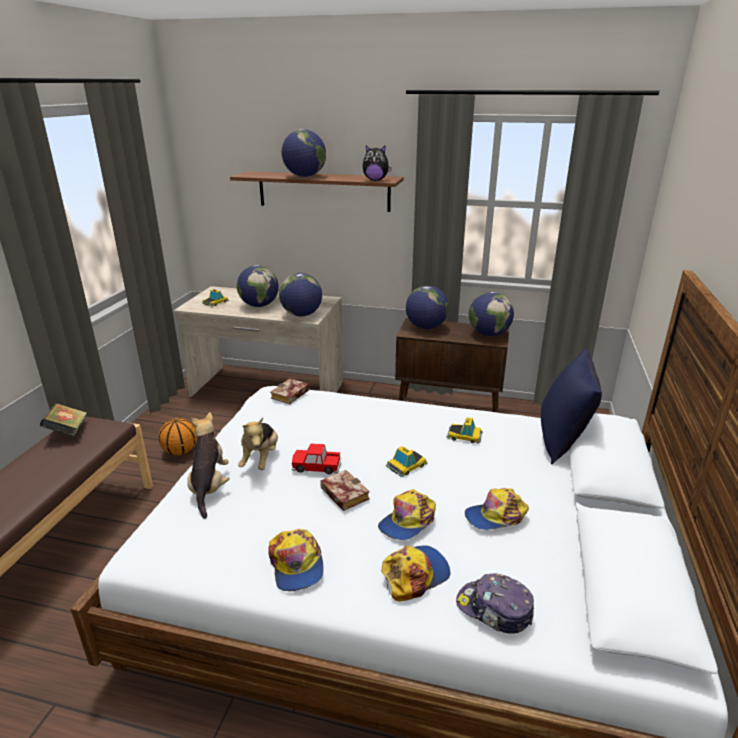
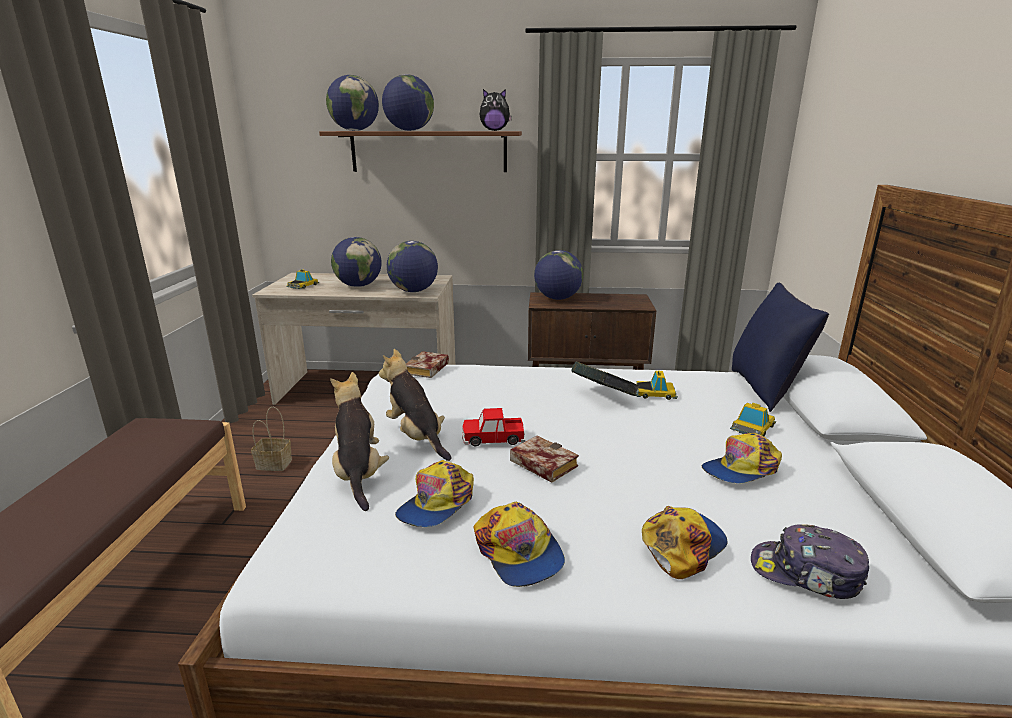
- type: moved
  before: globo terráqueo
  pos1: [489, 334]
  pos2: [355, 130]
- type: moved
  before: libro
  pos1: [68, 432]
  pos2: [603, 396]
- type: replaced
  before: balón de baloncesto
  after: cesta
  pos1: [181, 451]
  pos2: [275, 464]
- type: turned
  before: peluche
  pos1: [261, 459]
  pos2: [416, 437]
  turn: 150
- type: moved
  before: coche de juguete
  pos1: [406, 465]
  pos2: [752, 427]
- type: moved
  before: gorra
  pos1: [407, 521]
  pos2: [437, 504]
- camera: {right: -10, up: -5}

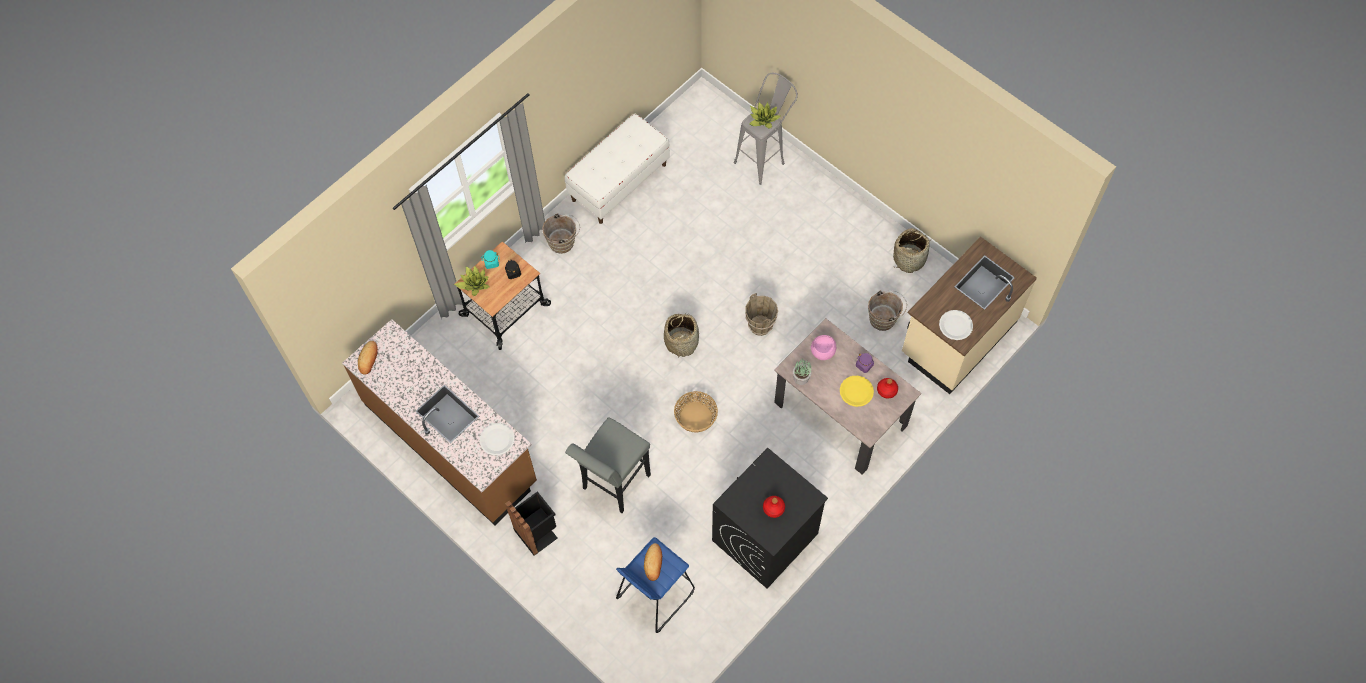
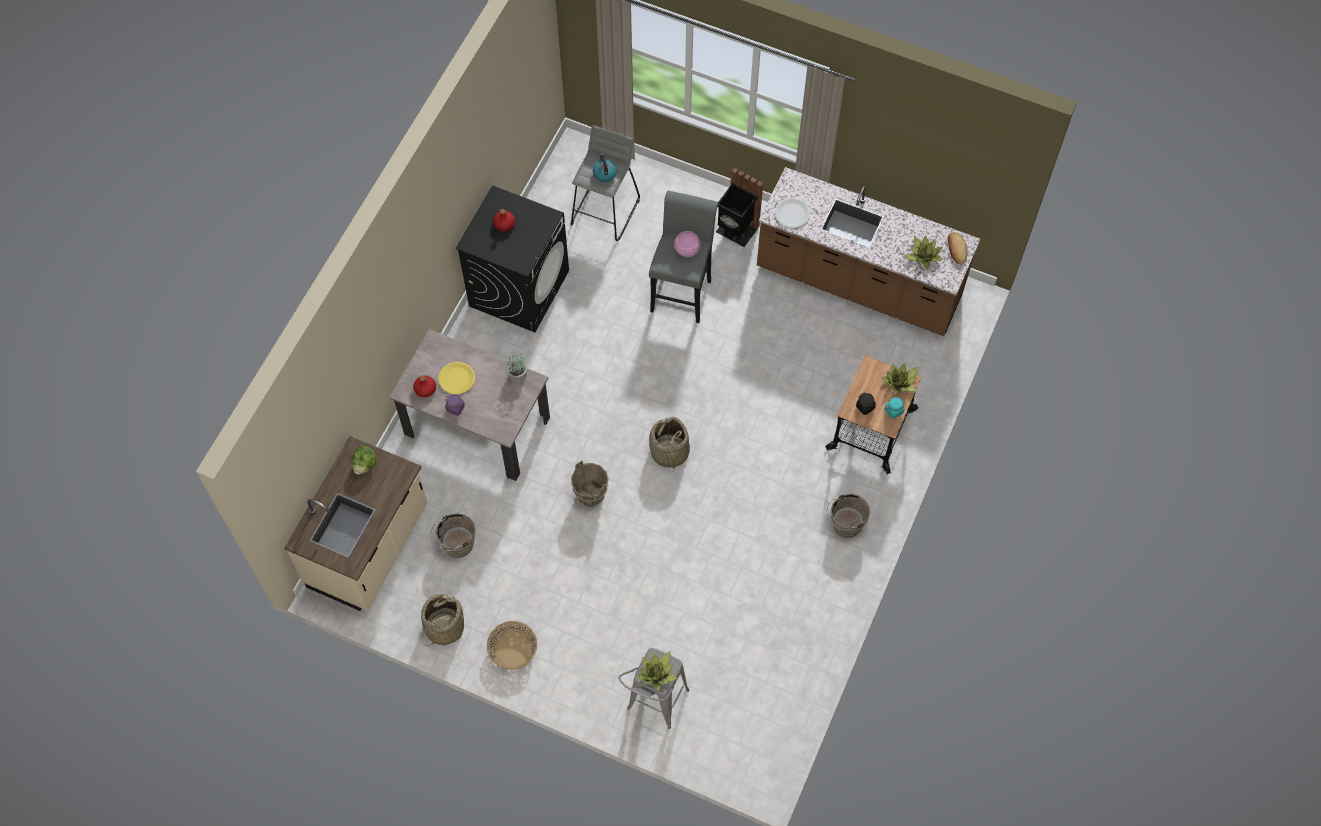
- type: removed
  before: banco (blanco)
  pos1: [619, 182]
- type: replaced
  before: plato (blanco)
  after: lechuga
  pos1: [955, 325]
  pos2: [365, 465]
- type: moved
  before: cuenco (rosa)
  pos1: [822, 351]
  pos2: [687, 249]
- type: moved
  before: cesta
  pos1: [695, 417]
  pos2: [513, 650]
- type: recoloured
  before: taburete (azul)
  after: taburete (gris)
  pos1: [655, 594]
  pos2: [605, 211]
- type: replaced
  before: pan
  after: hervidor
  pos1: [653, 563]
  pos2: [604, 173]
- type: added
  after: planta en maceta
  pos2: [923, 256]
- camera: {right: 160, up: 0}

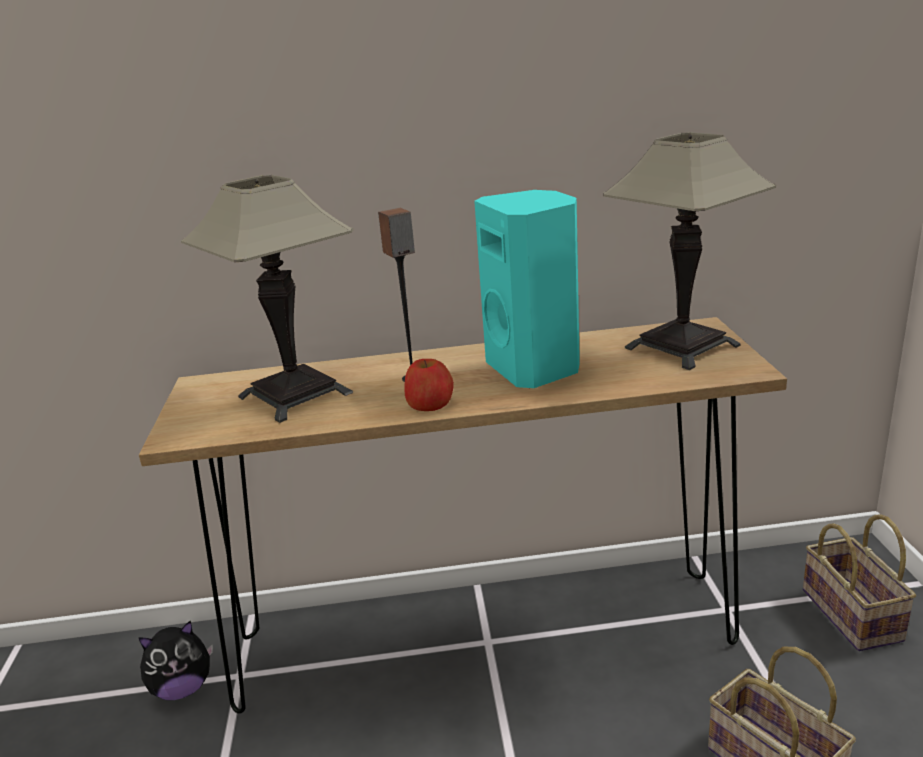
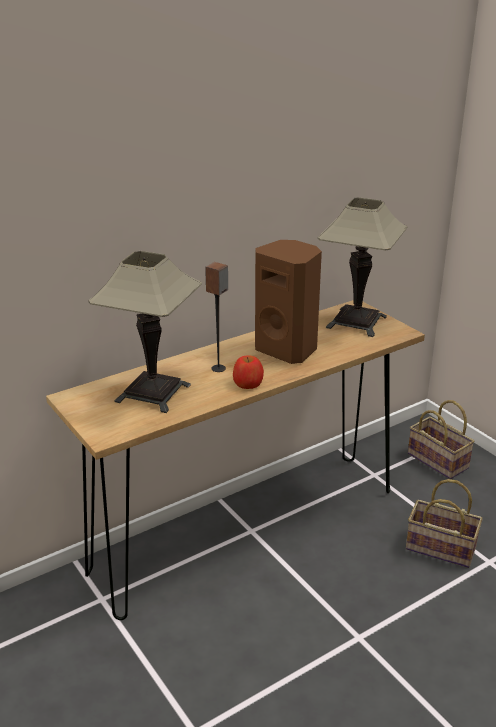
- type: recoloured
  before: altavoz (turquesa)
  after: altavoz (marrón)
  pos1: [535, 369]
  pos2: [287, 350]
- type: removed
  before: peluche
  pos1: [183, 688]
- camera: {right: -30, up: 5}

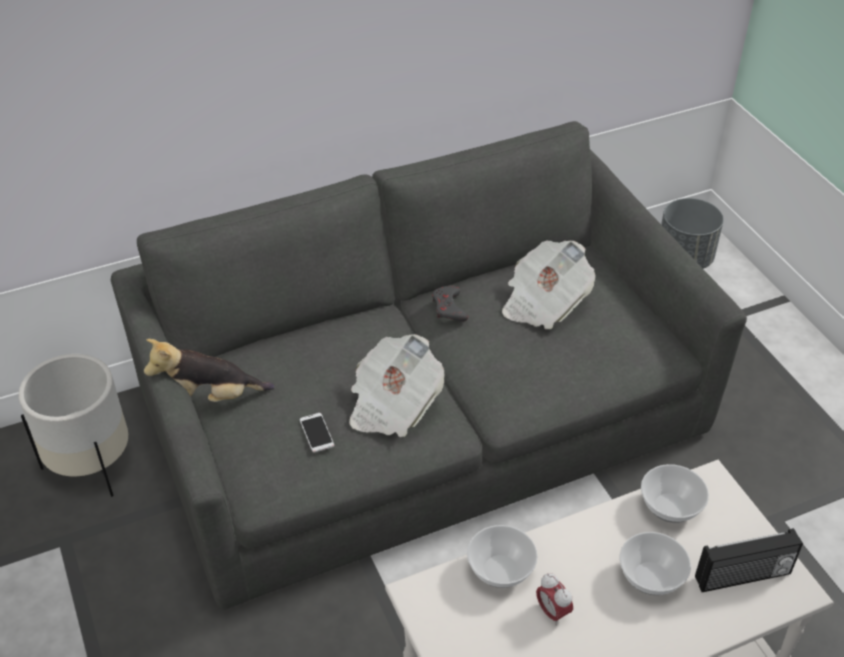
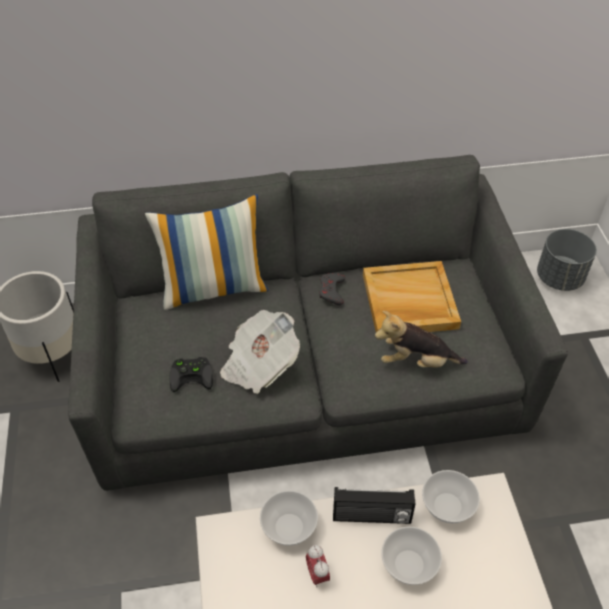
- type: replaced
  before: periódico
  after: bandeja (beis)
  pos1: [543, 302]
  pos2: [409, 302]
- type: moved
  before: peluche
  pos1: [211, 398]
  pos2: [416, 361]
- type: replaced
  before: móvil
  after: mando de consola (negro)
  pos1: [316, 433]
  pos2: [193, 375]
- type: moved
  before: radio
  pos1: [743, 577]
  pos2: [371, 517]
- type: added
  after: cojín
  pos2: [214, 287]
- camera: {right: 15, up: 5}

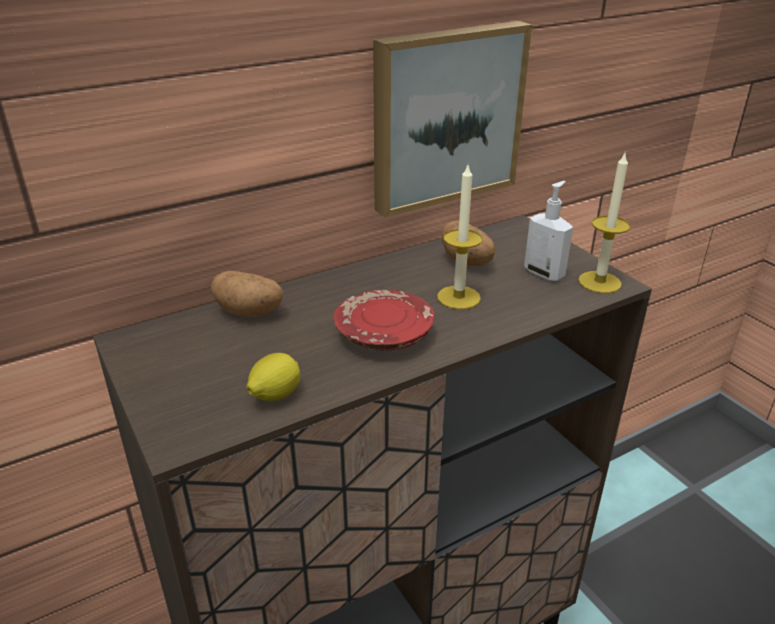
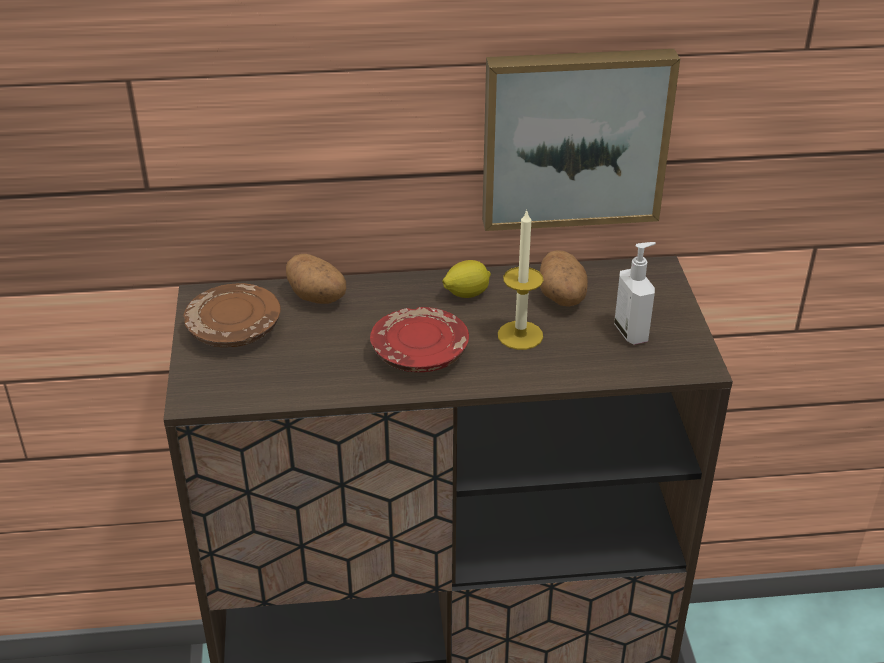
- type: removed
  before: vela
  pos1: [599, 282]
- type: moved
  before: limón
  pos1: [275, 395]
  pos2: [466, 294]
- type: added
  after: plato (marrón)
  pos2: [234, 330]
- camera: {right: 25, up: 5}

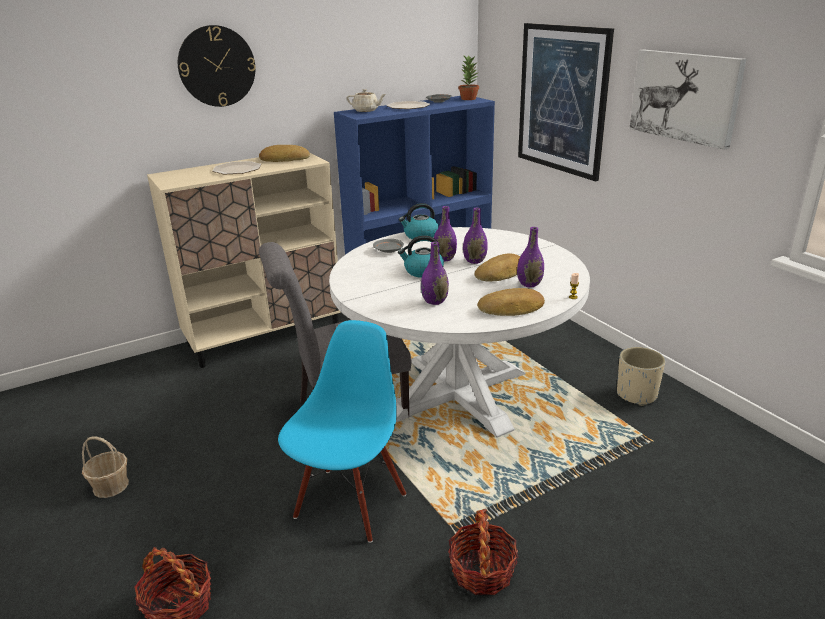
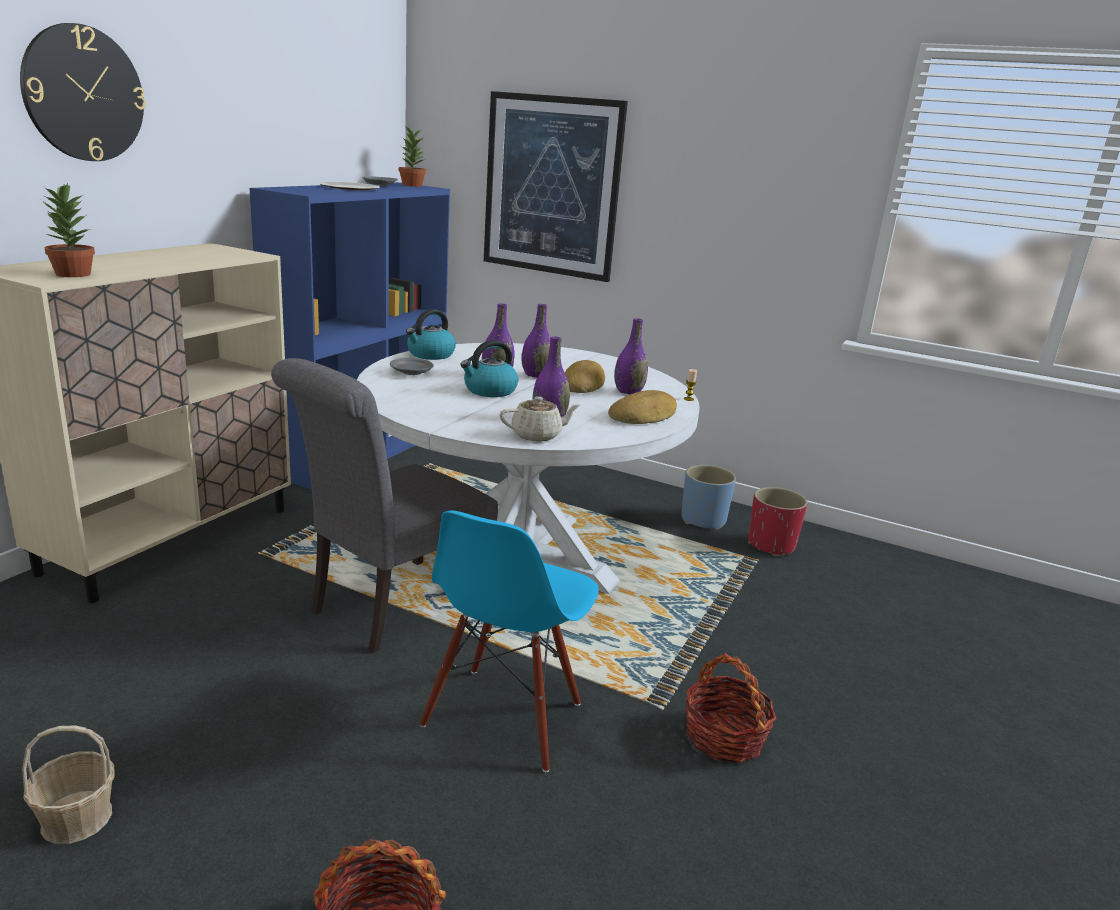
- type: removed
  before: cuadro
  pos1: [685, 96]
- type: moved
  before: tetera (beis)
  pos1: [366, 110]
  pos2: [537, 435]
- type: removed
  before: pan
  pos1: [284, 159]
- type: removed
  before: plato
  pos1: [237, 169]
- type: turned
  before: silla (azul)
  pos1: [349, 504]
  pos2: [504, 717]
  turn: -150
- type: recoloured
  before: maceta (beis)
  after: maceta (azul)
  pos1: [637, 395]
  pos2: [703, 520]
- type: added
  after: planta en maceta
  pos2: [72, 274]
- type: added
  after: maceta (rojo)
  pos2: [771, 545]
- camera: {right: -35, up: -5}

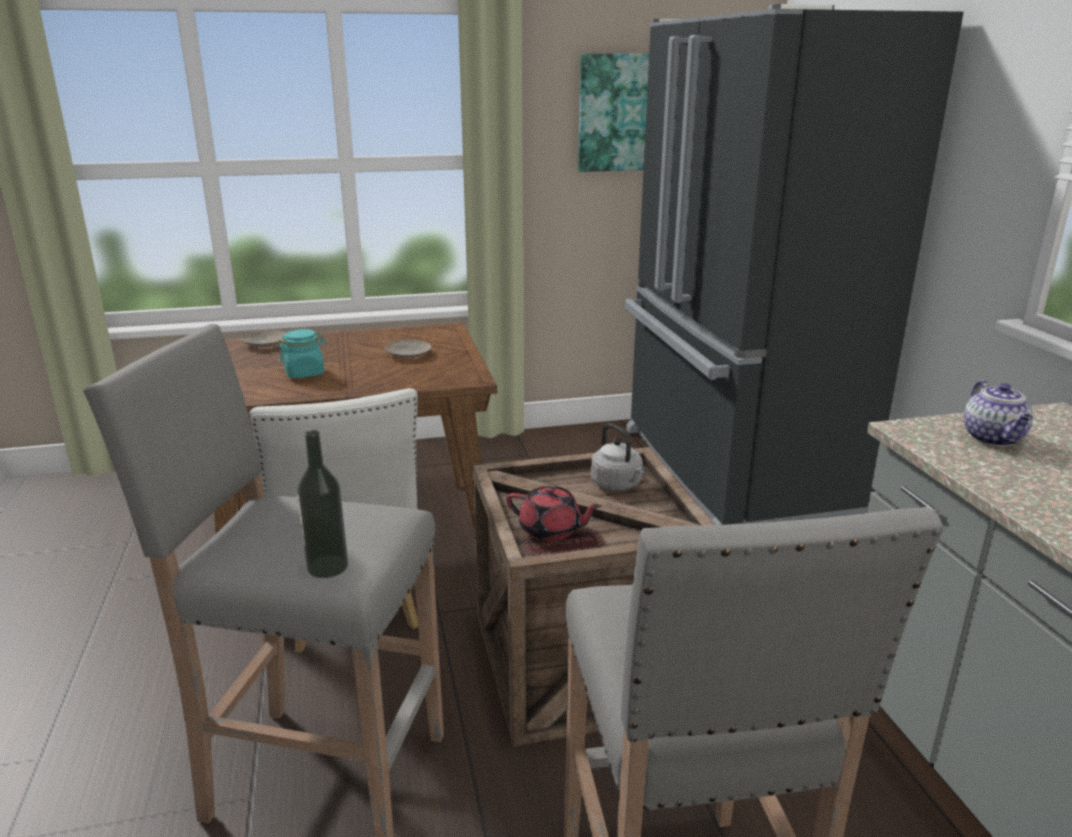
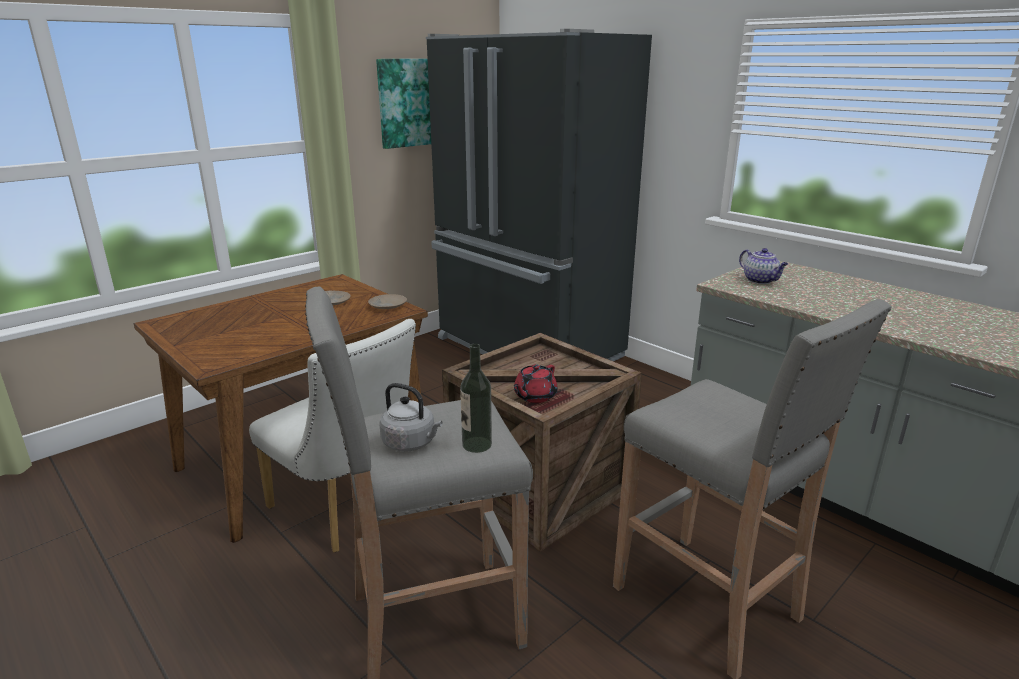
- type: removed
  before: tarro (turquesa)
  pos1: [305, 373]
- type: moved
  before: plato (beis)
  pos1: [266, 344]
  pos2: [387, 306]
- type: moved
  before: hervidor (gris)
  pos1: [618, 485]
  pos2: [411, 443]
- type: turned
  before: tetera (rojo)
  pos1: [551, 530]
  pos2: [534, 396]
  turn: 135
- camera: {right: -30, up: 0}

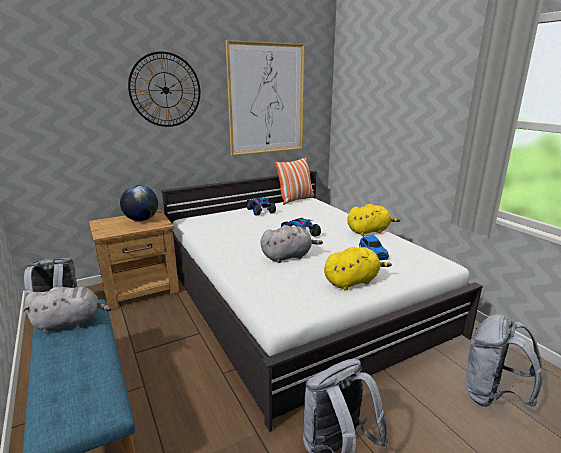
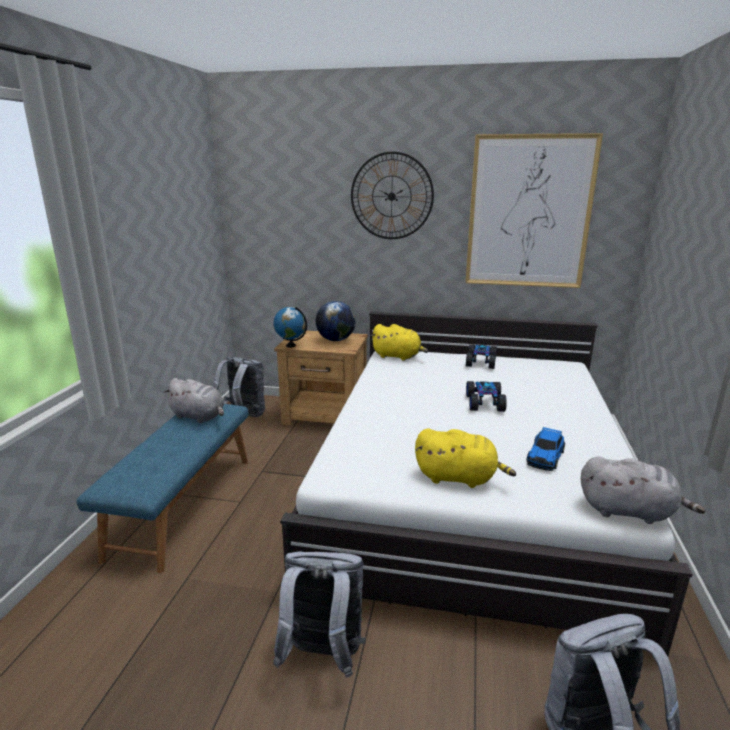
- type: removed
  before: cojín
  pos1: [295, 199]
- type: moved
  before: peluche (amarillo)
  pos1: [369, 231]
  pos2: [398, 356]
- type: moved
  before: peluche (gris)
  pos1: [288, 256]
  pos2: [629, 511]
- type: added
  after: globo terráqueo
  pos2: [291, 345]
- camera: {right: 40, up: 0}

